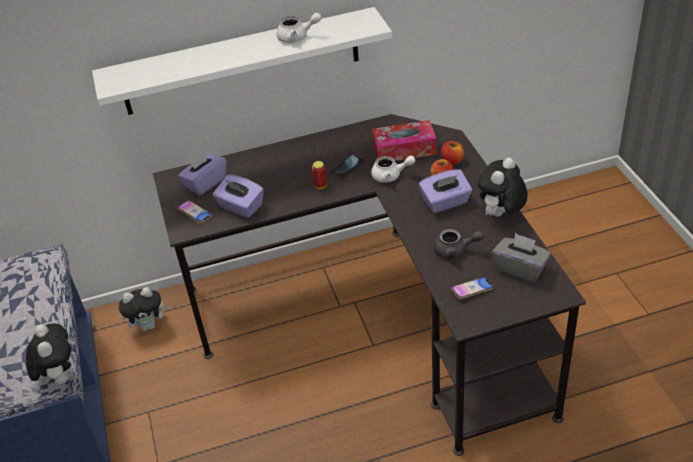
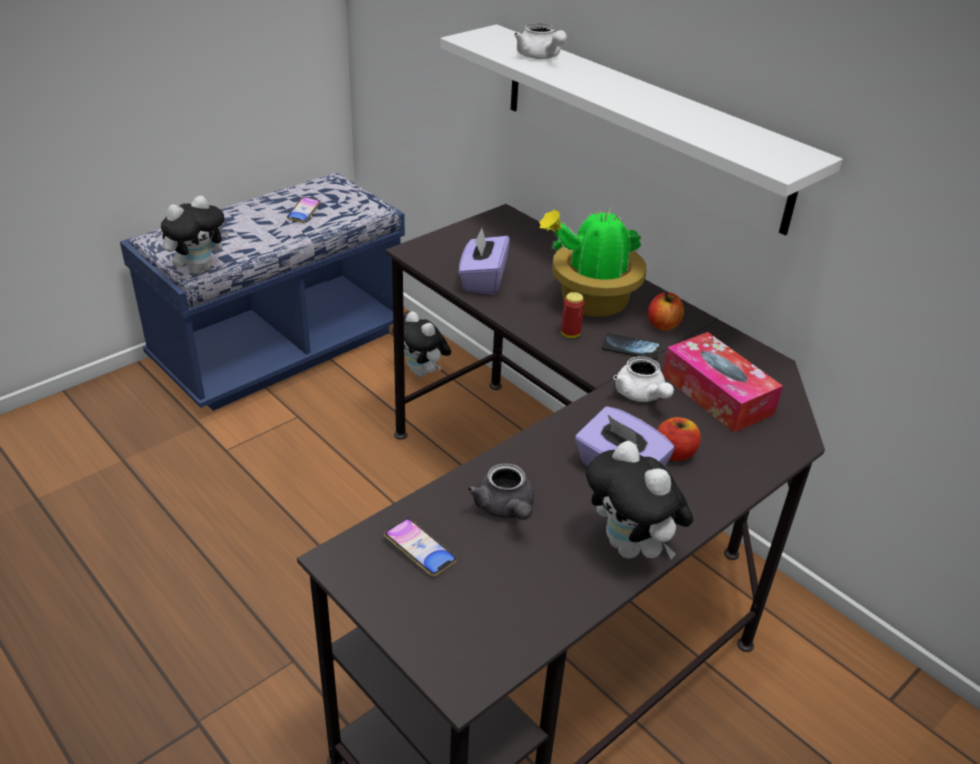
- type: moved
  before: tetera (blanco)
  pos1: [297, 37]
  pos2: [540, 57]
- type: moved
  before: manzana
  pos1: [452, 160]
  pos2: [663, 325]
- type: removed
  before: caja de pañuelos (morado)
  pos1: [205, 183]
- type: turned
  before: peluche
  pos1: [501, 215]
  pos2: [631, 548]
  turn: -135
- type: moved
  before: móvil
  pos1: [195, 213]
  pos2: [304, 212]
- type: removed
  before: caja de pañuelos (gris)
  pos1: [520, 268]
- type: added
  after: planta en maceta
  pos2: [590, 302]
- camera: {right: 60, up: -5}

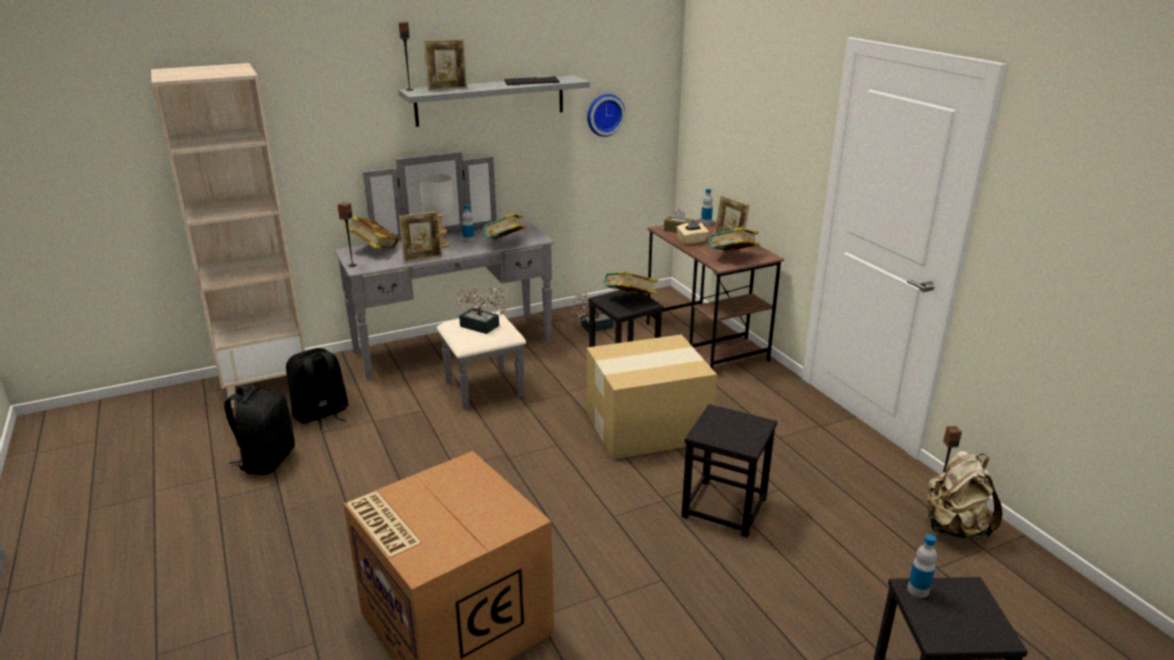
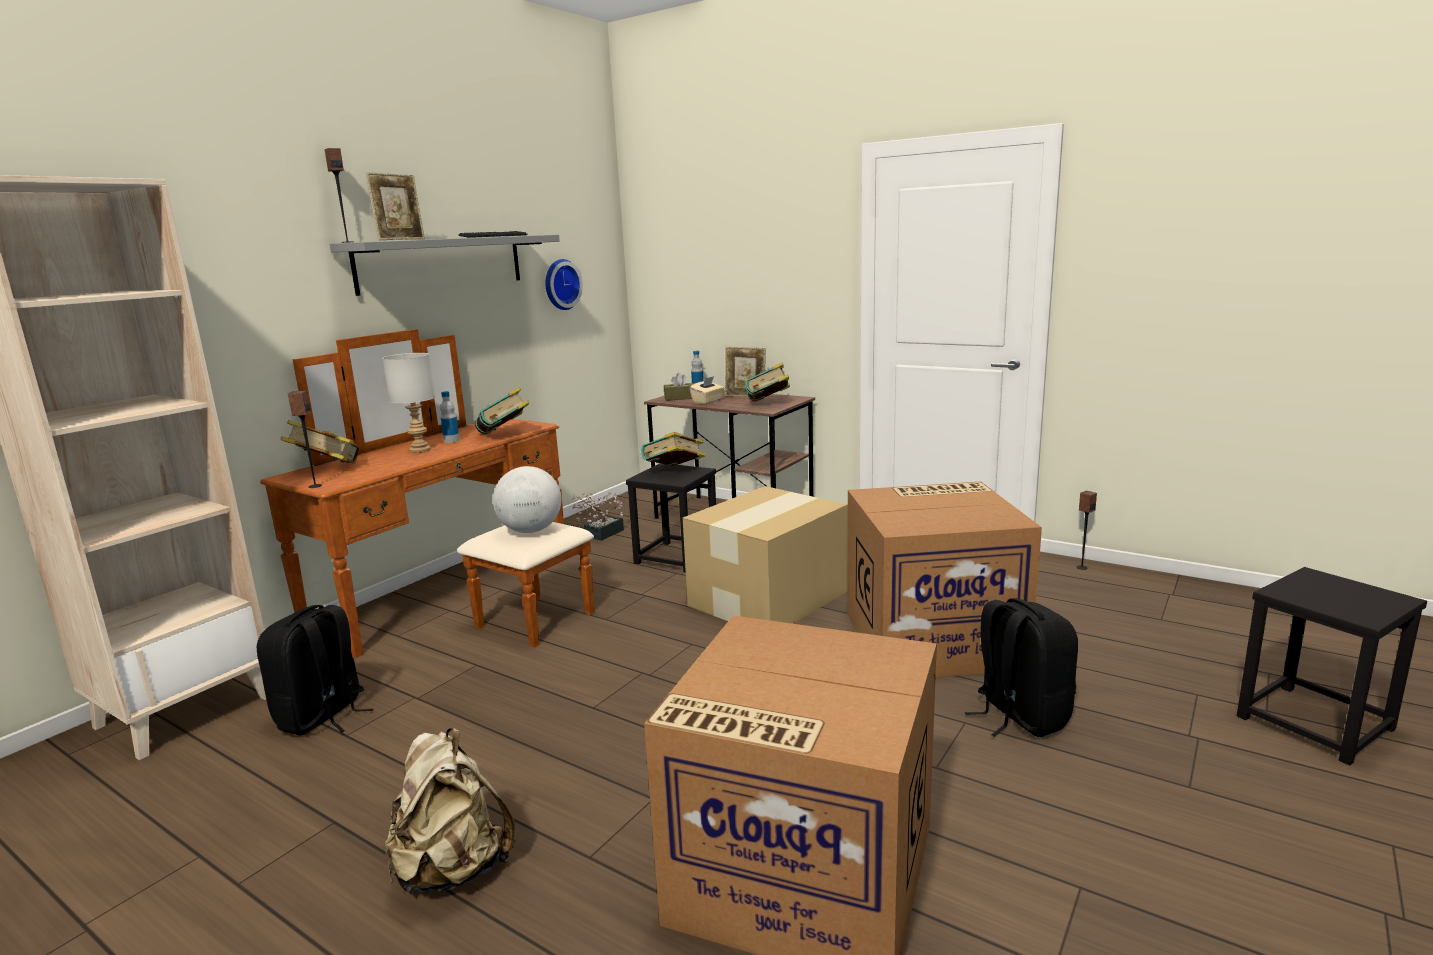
- type: recoloured
  before: cómoda (gris)
  after: cómoda (marrón)
  pos1: [461, 355]
  pos2: [466, 598]
- type: removed
  before: portarretratos
  pos1: [423, 258]
- type: replaced
  before: planta en maceta
  after: globo terráqueo
  pos1: [483, 327]
  pos2: [530, 531]
- type: moved
  before: mochila (negro)
  pos1: [267, 460]
  pos2: [1019, 716]
- type: replaced
  before: taburete (negro)
  after: caja de cartón
  pos1: [725, 507]
  pos2: [933, 638]
- type: moved
  before: mochila (beis)
  pos1: [954, 528]
  pos2: [453, 869]
- type: removed
  before: botella
  pos1: [918, 590]
- camera: {right: -30, up: -10}

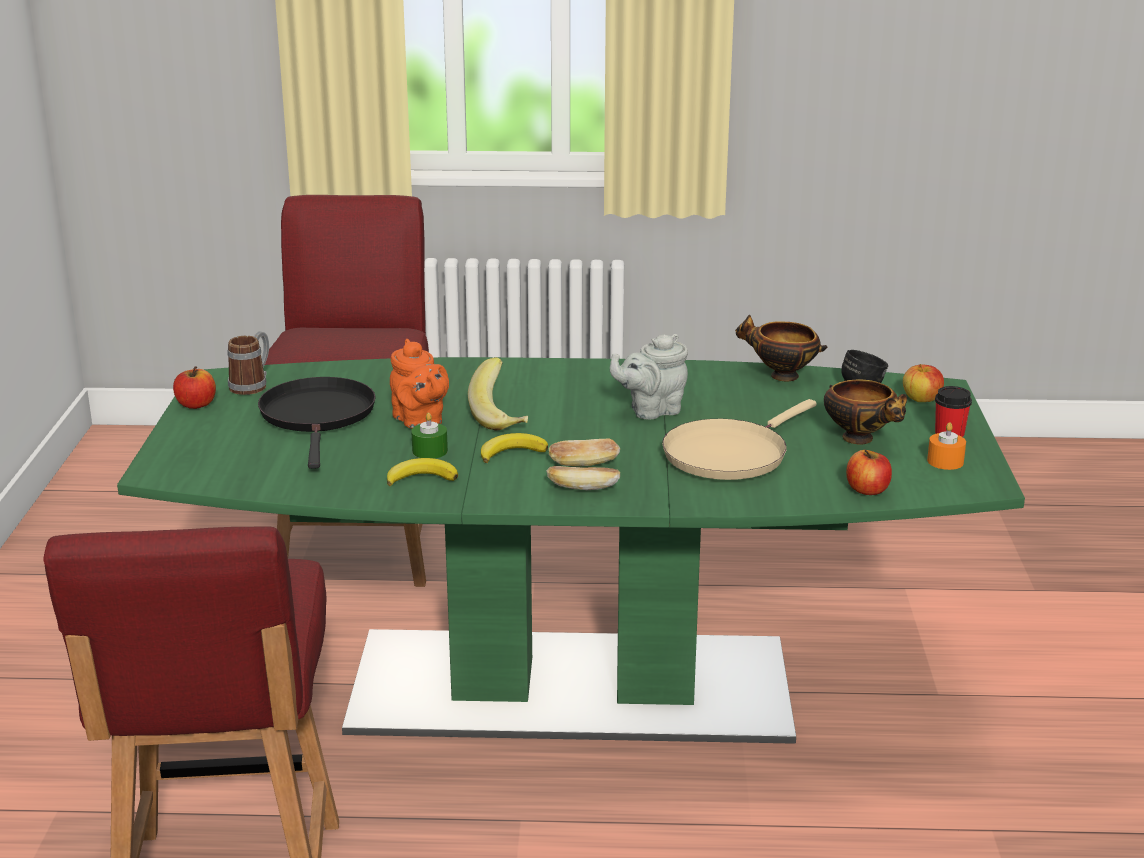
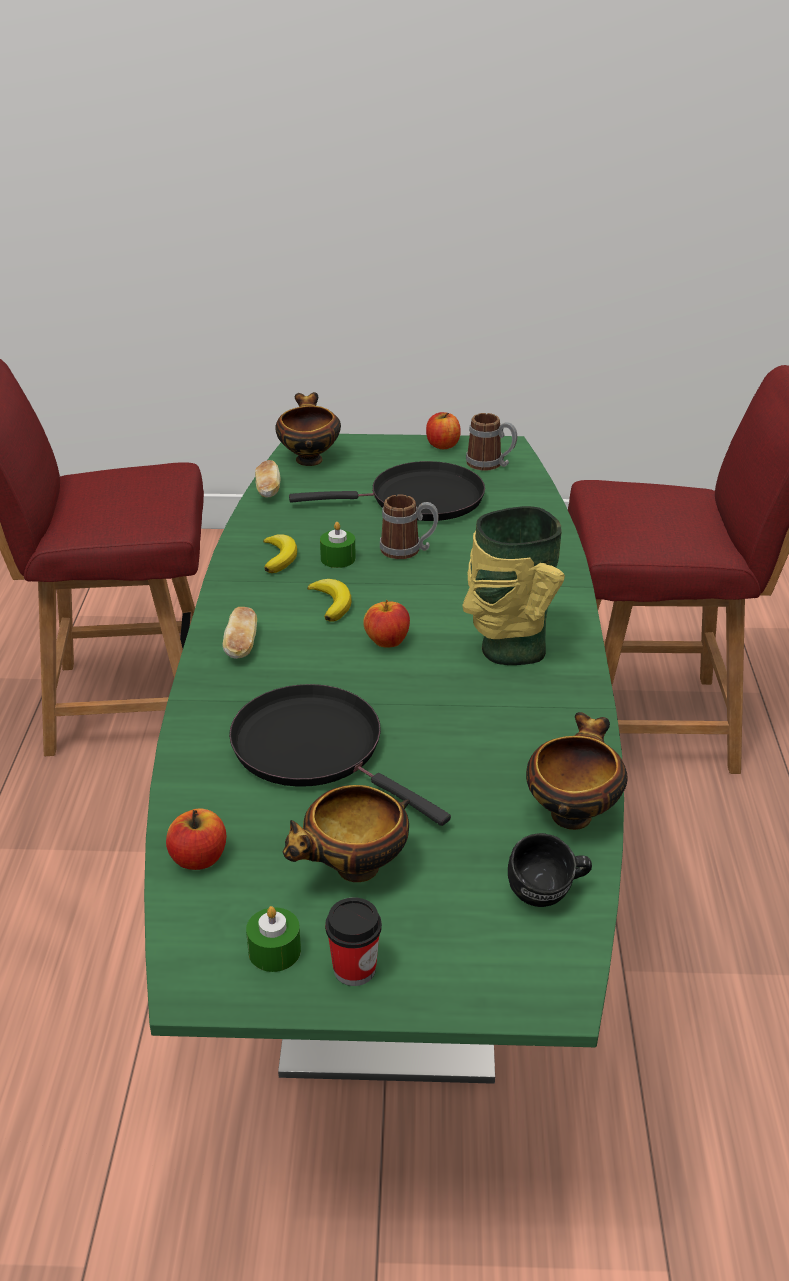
- type: removed
  before: tetera (gris)
  pos1: [651, 410]
- type: replaced
  before: tetera (naranja)
  after: taza grande
  pos1: [420, 421]
  pos2: [408, 550]
- type: removed
  before: plátano
  pos1: [503, 417]
- type: moved
  before: manzana
  pos1: [921, 400]
  pos2: [387, 642]
- type: recoloured
  before: sartén (beis)
  after: sartén (negro)
  pos1: [729, 454]
  pos2: [315, 749]
- type: recoloured
  before: vela (naranja)
  after: vela (verde)
  pos1: [945, 461]
  pos2: [274, 951]
- type: moved
  before: pan
  pos1: [584, 465]
  pos2: [268, 490]
- type: added
  after: cuenco
  pos2: [308, 459]
- type: added
  after: florero
  pos2: [509, 649]
- camera: {right: 90, up: 10}

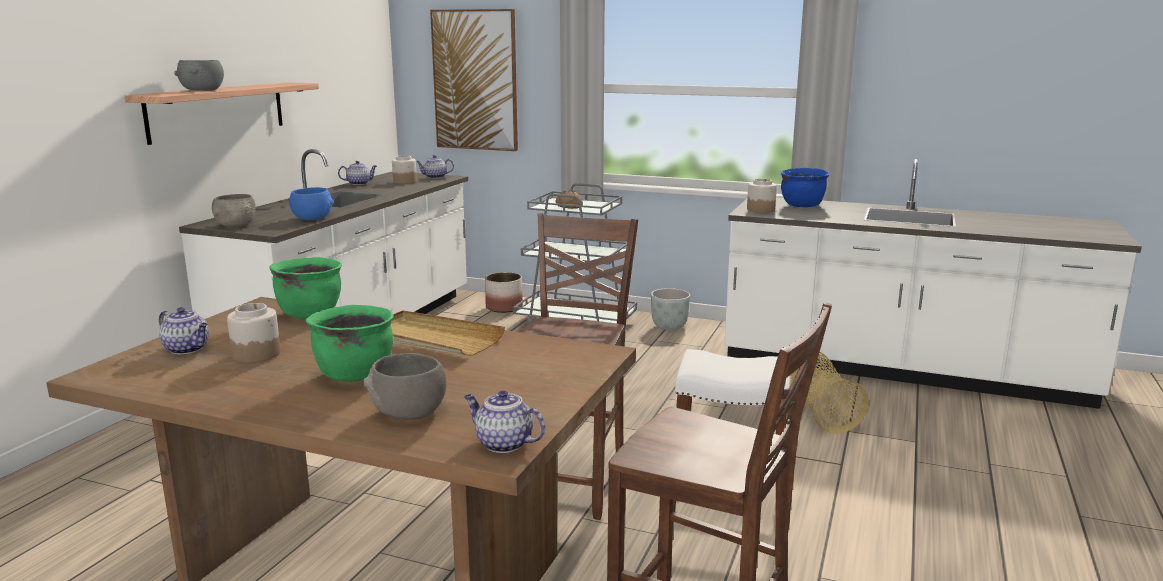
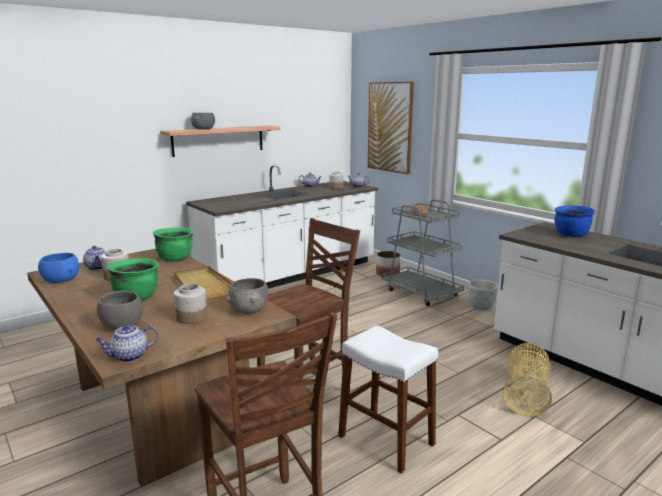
- type: moved
  before: tarro
  pos1: [760, 210]
  pos2: [192, 317]
- type: moved
  before: cuenco (azul)
  pos1: [312, 218]
  pos2: [61, 280]
- type: moved
  before: cuenco (gris)
  pos1: [236, 225]
  pos2: [249, 310]
- type: turned
  before: tetera
  pos1: [502, 443]
  pos2: [129, 356]
  turn: -90
- camera: {right: 30, up: 0}

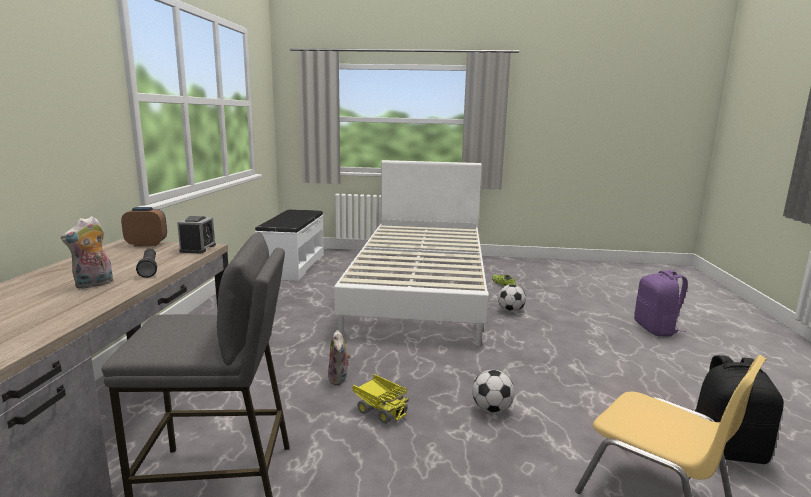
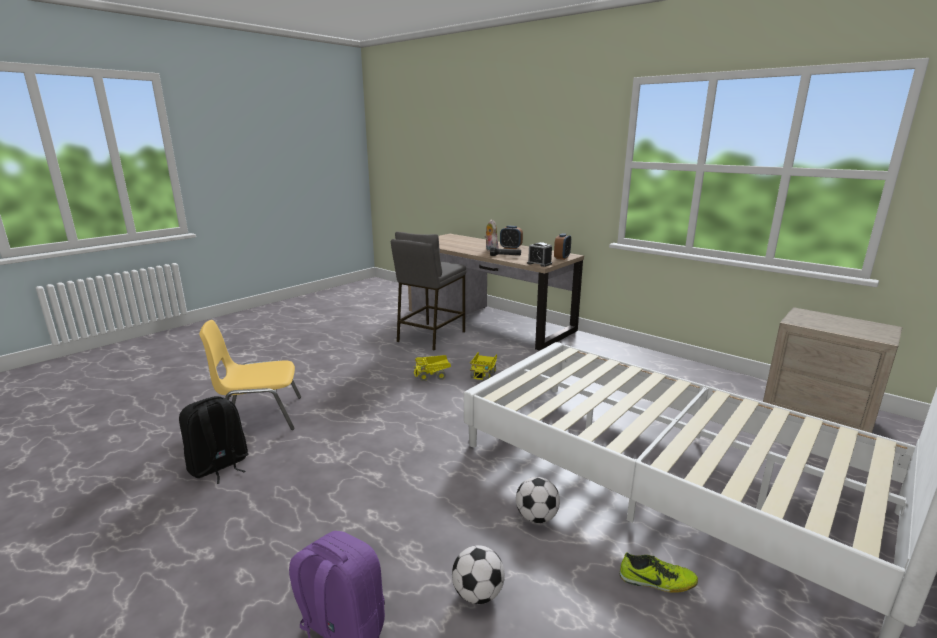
- type: replaced
  before: banco (blanco)
  after: mesita de noche (beis)
  pos1: [292, 265]
  pos2: [817, 415]
- type: replaced
  before: peluche
  after: camión de juguete
  pos1: [339, 379]
  pos2: [483, 374]
- type: moved
  before: balón de fútbol
  pos1: [491, 409]
  pos2: [478, 594]
- type: added
  after: despertador
  pos2: [510, 248]
- camera: {right: 125, up: 5}

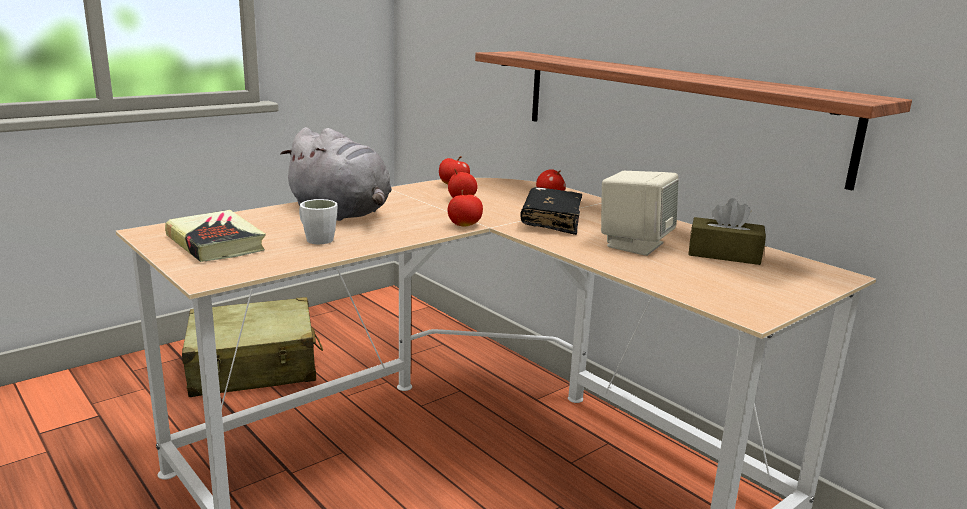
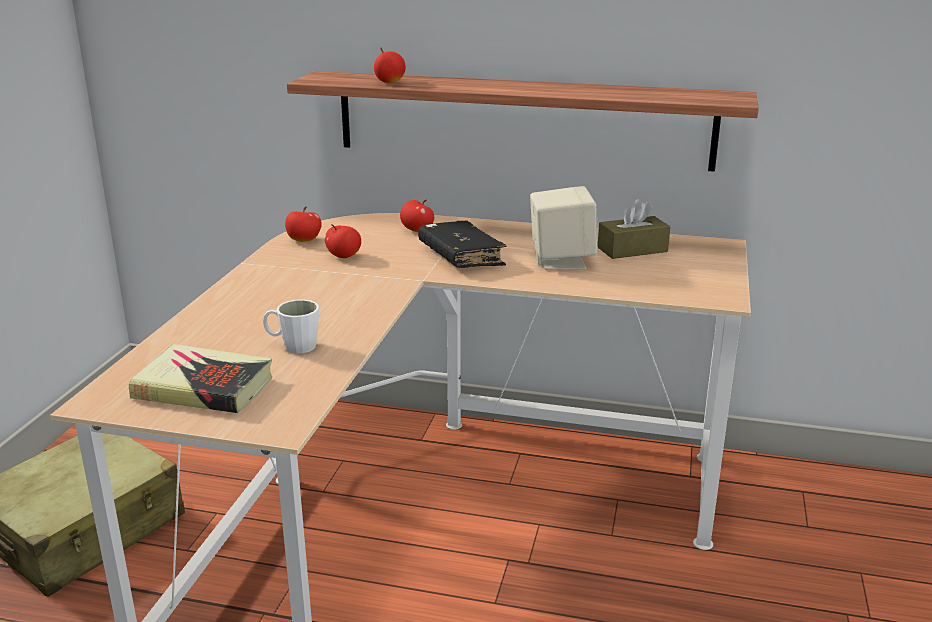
- type: removed
  before: peluche (gris)
  pos1: [341, 212]
- type: moved
  before: manzana
  pos1: [465, 225]
  pos2: [389, 82]
- camera: {right: -35, up: 5}

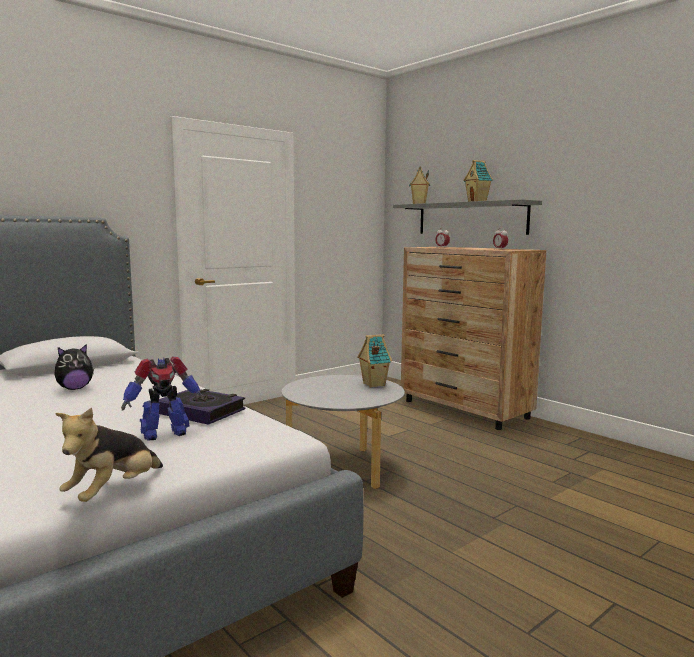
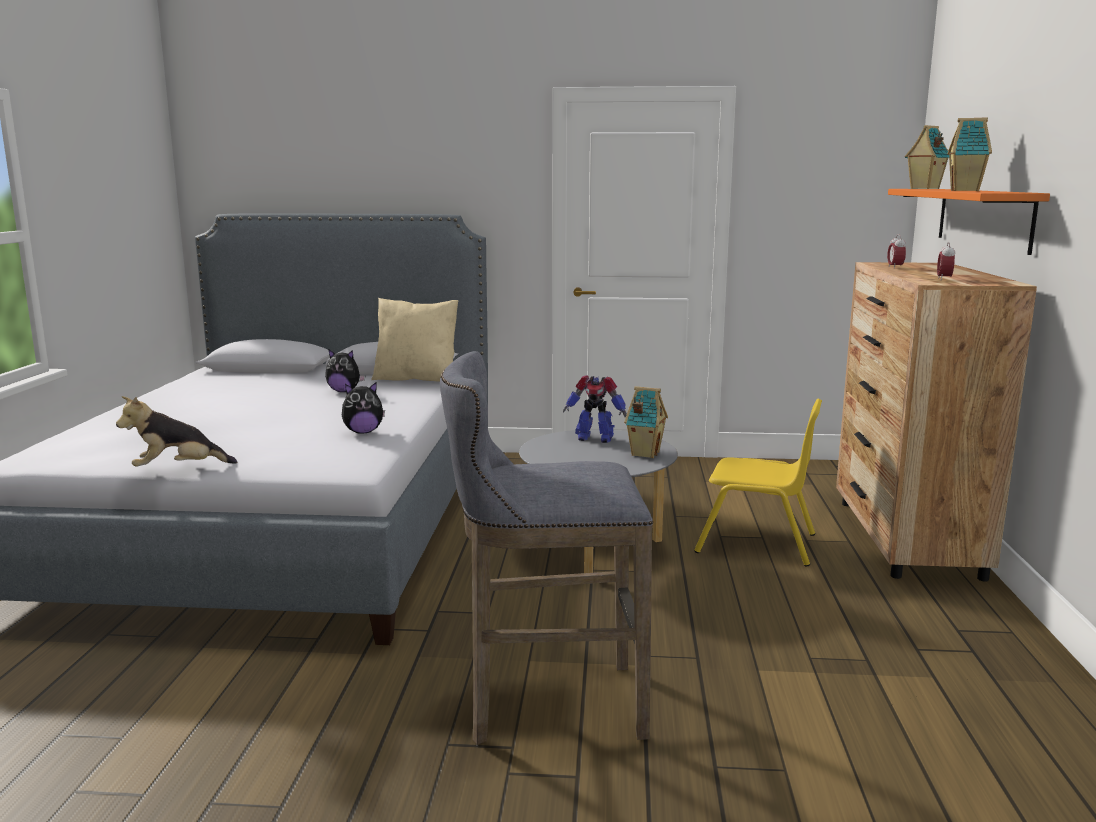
- type: recoloured
  before: estante (gris)
  after: estante (naranja)
  pos1: [471, 218]
  pos2: [983, 218]
- type: moved
  before: robot de juguete
  pos1: [163, 433]
  pos2: [594, 438]
- type: replaced
  before: libro
  after: peluche
  pos1: [200, 412]
  pos2: [363, 432]
- type: added
  after: cojín (beis)
  pos2: [416, 379]
- type: added
  after: taburete (gris)
  pos2: [545, 705]
- type: added
  after: silla (amarillo)
  pos2: [757, 543]
- camera: {right: 45, up: 5}

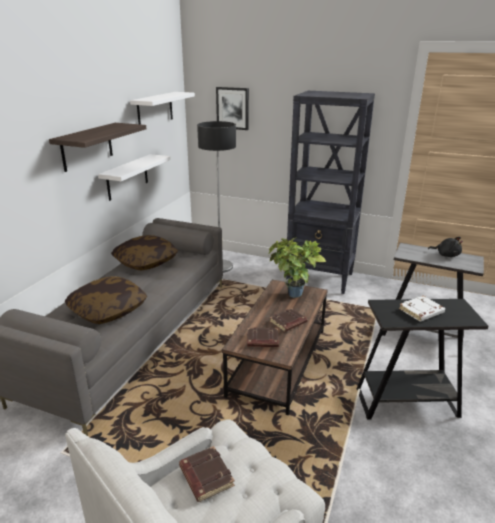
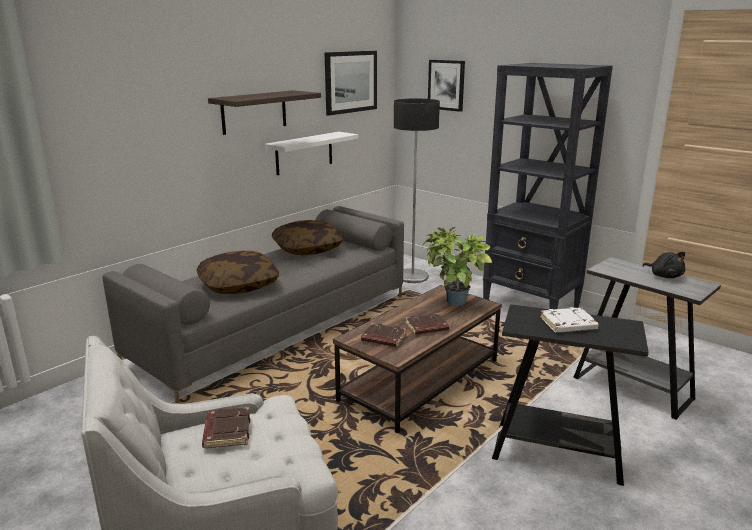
- type: replaced
  before: estante (blanco)
  after: cuadro
  pos1: [155, 109]
  pos2: [350, 82]
- camera: {right: 20, up: -5}

